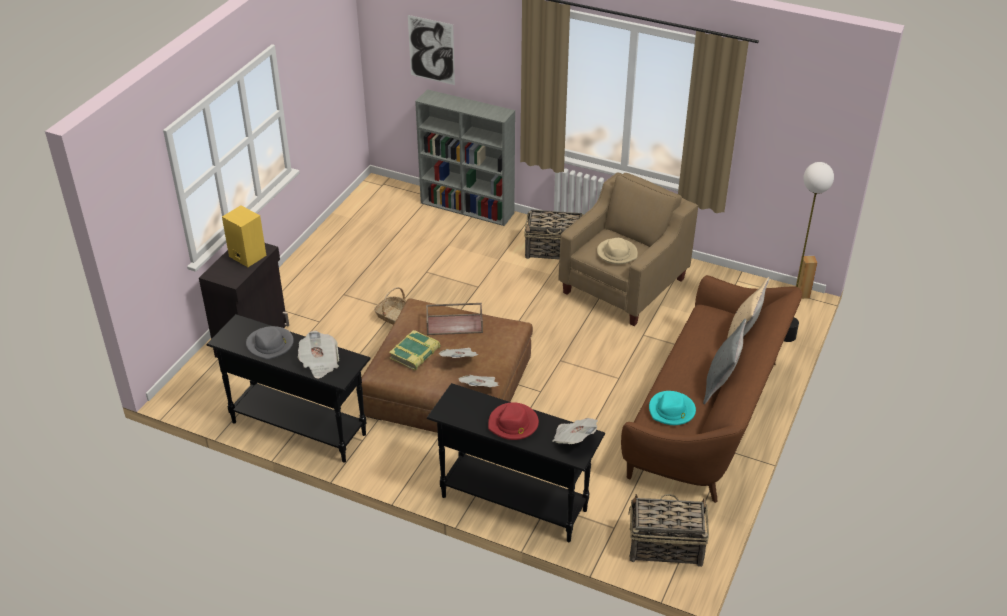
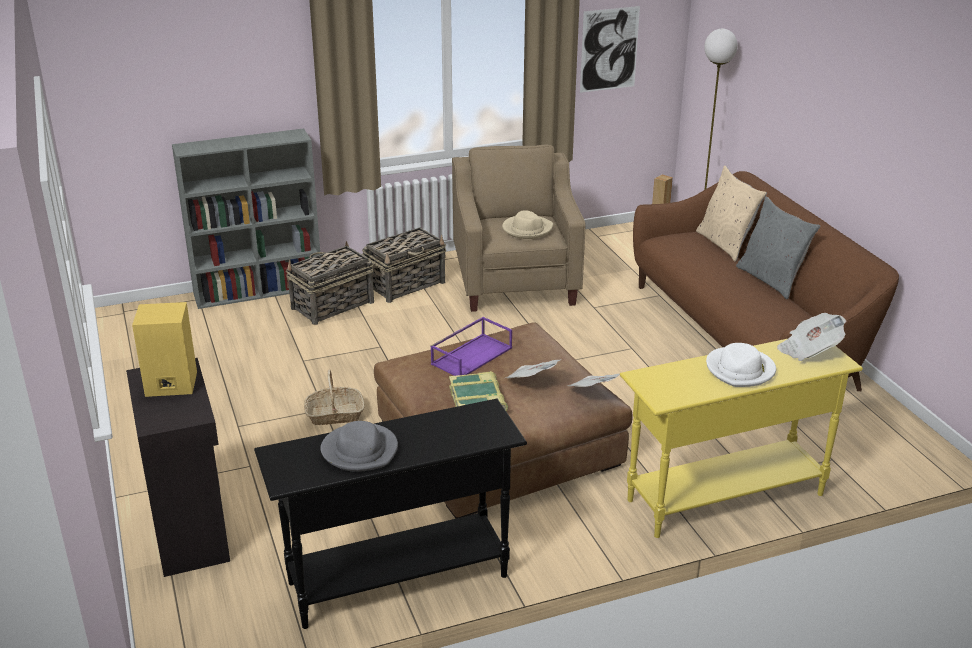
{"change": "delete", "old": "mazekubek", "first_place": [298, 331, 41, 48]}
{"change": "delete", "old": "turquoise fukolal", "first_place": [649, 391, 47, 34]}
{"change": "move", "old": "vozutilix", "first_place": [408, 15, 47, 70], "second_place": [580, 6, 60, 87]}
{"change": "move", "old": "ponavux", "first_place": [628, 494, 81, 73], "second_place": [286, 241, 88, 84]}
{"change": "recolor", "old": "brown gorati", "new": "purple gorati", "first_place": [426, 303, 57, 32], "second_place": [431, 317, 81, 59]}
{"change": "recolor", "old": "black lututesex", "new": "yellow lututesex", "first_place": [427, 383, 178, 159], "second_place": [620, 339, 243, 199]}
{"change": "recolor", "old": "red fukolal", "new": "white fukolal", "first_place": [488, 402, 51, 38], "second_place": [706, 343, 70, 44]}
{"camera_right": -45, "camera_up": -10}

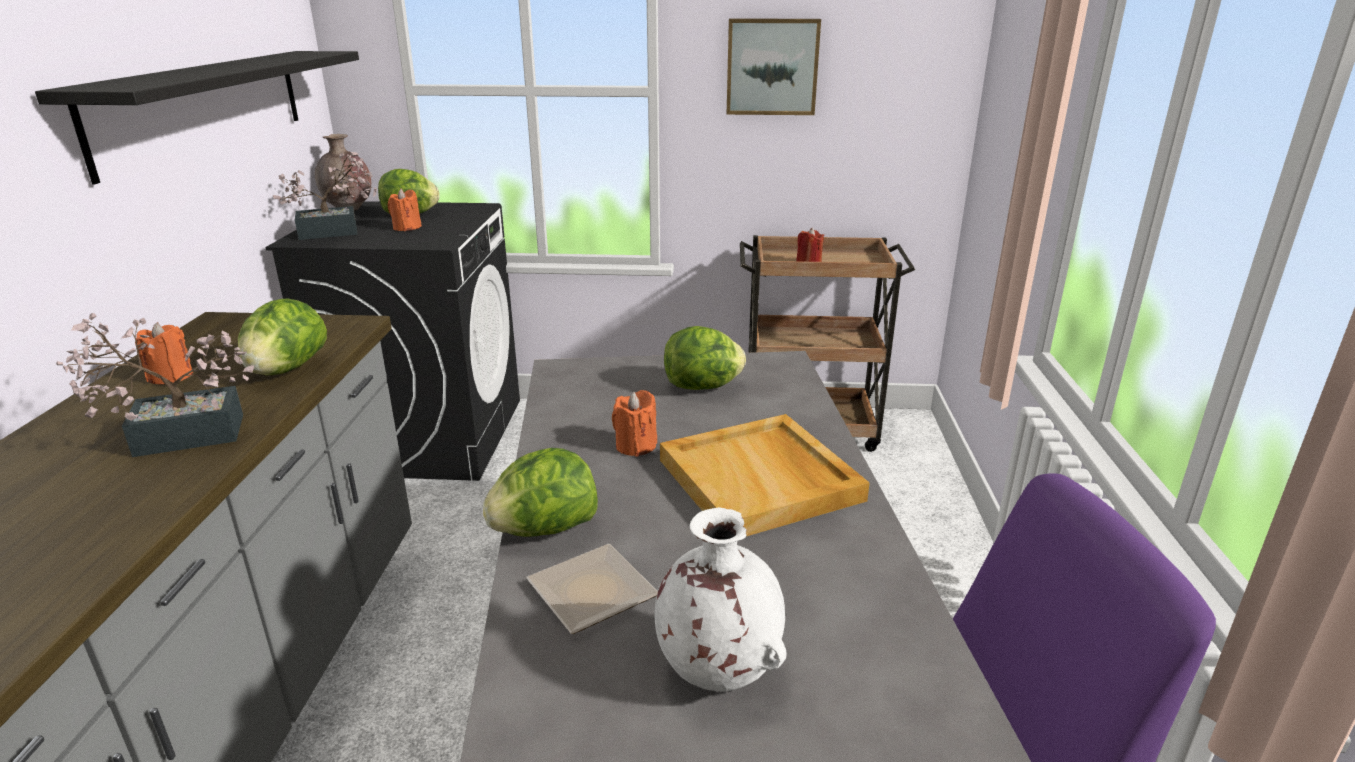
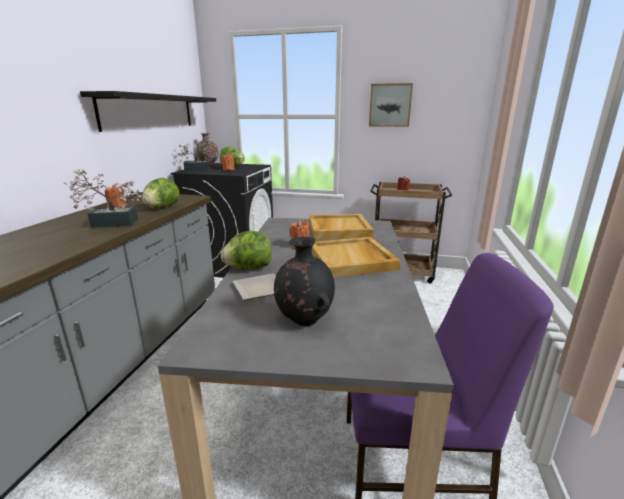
{"change": "replace", "old": "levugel", "new": "beige gorati", "first_place": [664, 326, 82, 64], "second_place": [309, 214, 65, 25]}
{"change": "recolor", "old": "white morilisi", "new": "black morilisi", "first_place": [654, 507, 133, 185], "second_place": [274, 237, 61, 89]}
{"camera_right": 10, "camera_up": -5}

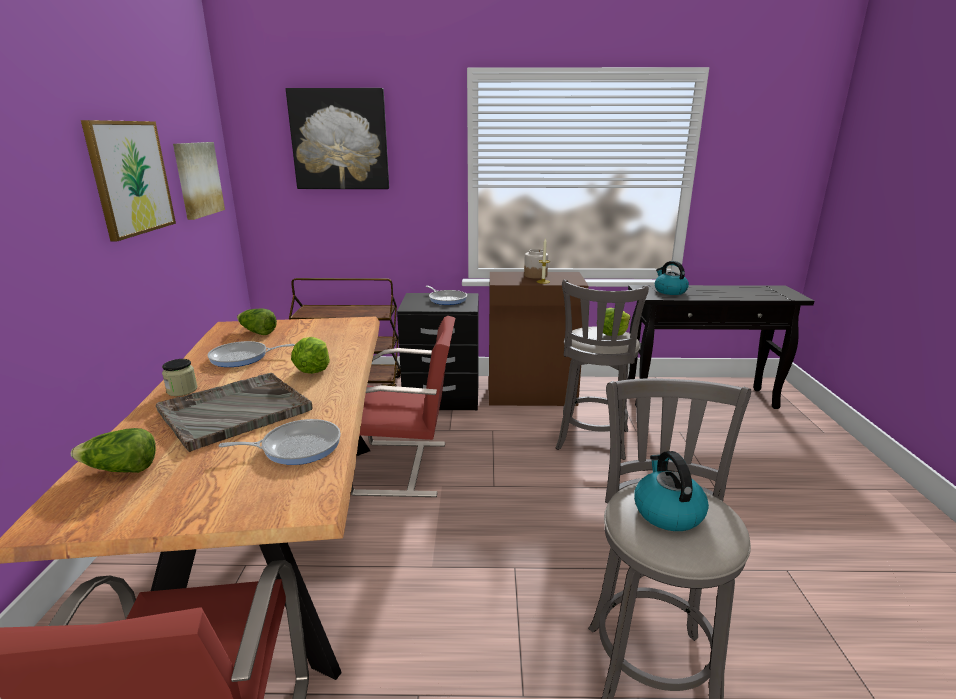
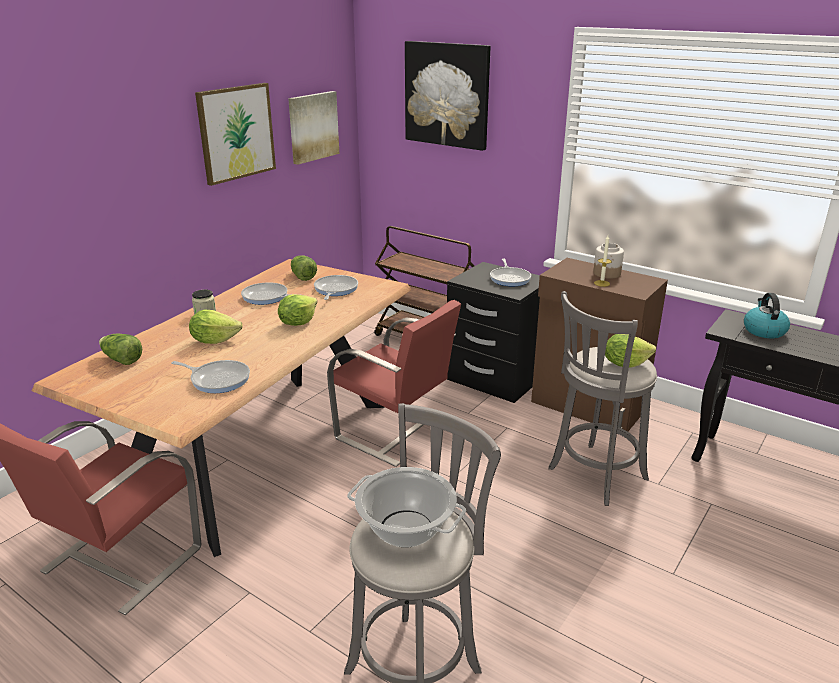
{"change": "insert", "new": "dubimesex", "second_place": [314, 275, 44, 25]}
{"change": "replace", "old": "grey gorati", "new": "levugel", "first_place": [156, 373, 156, 79], "second_place": [189, 310, 54, 34]}
{"change": "replace", "old": "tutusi", "new": "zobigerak", "first_place": [634, 451, 75, 80], "second_place": [347, 467, 119, 80]}
{"camera_right": 35, "camera_up": 5}

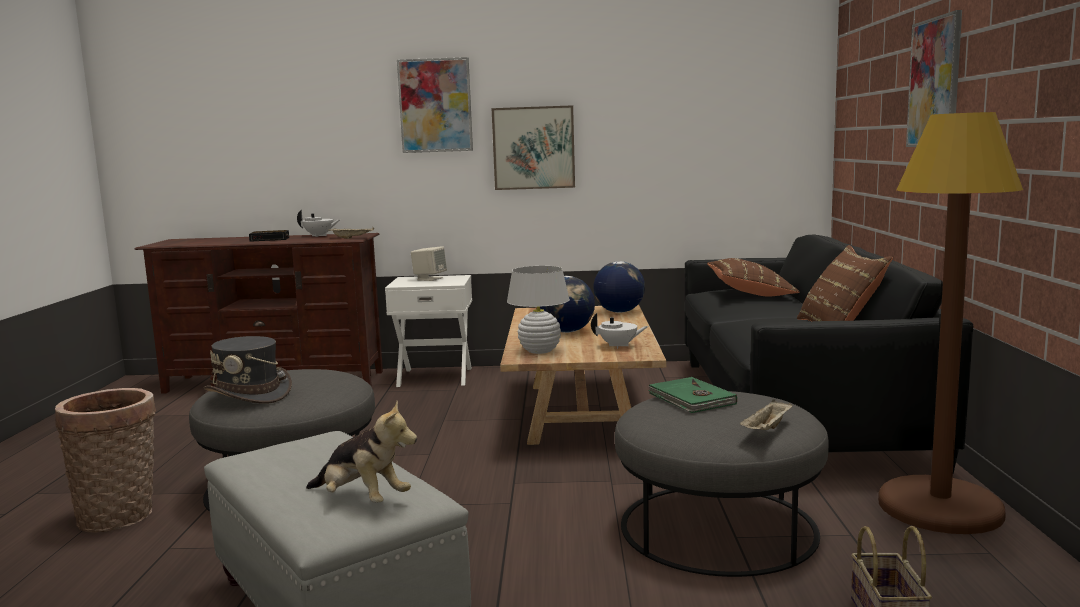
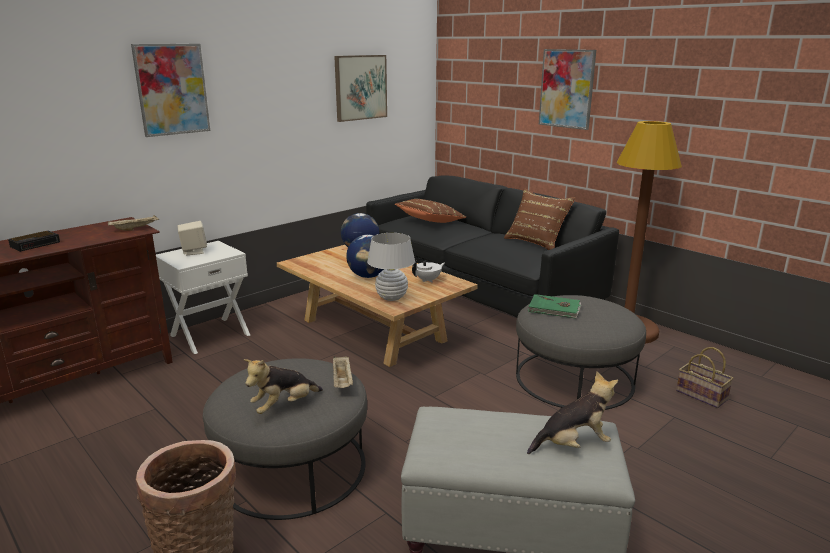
{"change": "delete", "old": "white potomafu", "first_place": [297, 210, 43, 27]}
{"change": "move", "old": "vozutilix", "first_place": [492, 105, 83, 85], "second_place": [334, 55, 53, 67]}
{"change": "move", "old": "beige gorati", "first_place": [740, 399, 53, 31], "second_place": [333, 356, 20, 32]}
{"change": "replace", "old": "grey fukolal", "new": "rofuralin", "first_place": [204, 336, 88, 67], "second_place": [244, 359, 79, 55]}
{"camera_right": -45, "camera_up": 10}

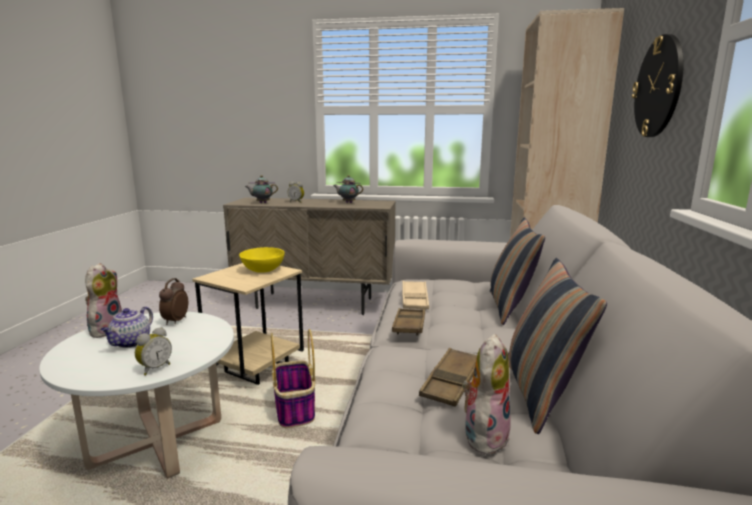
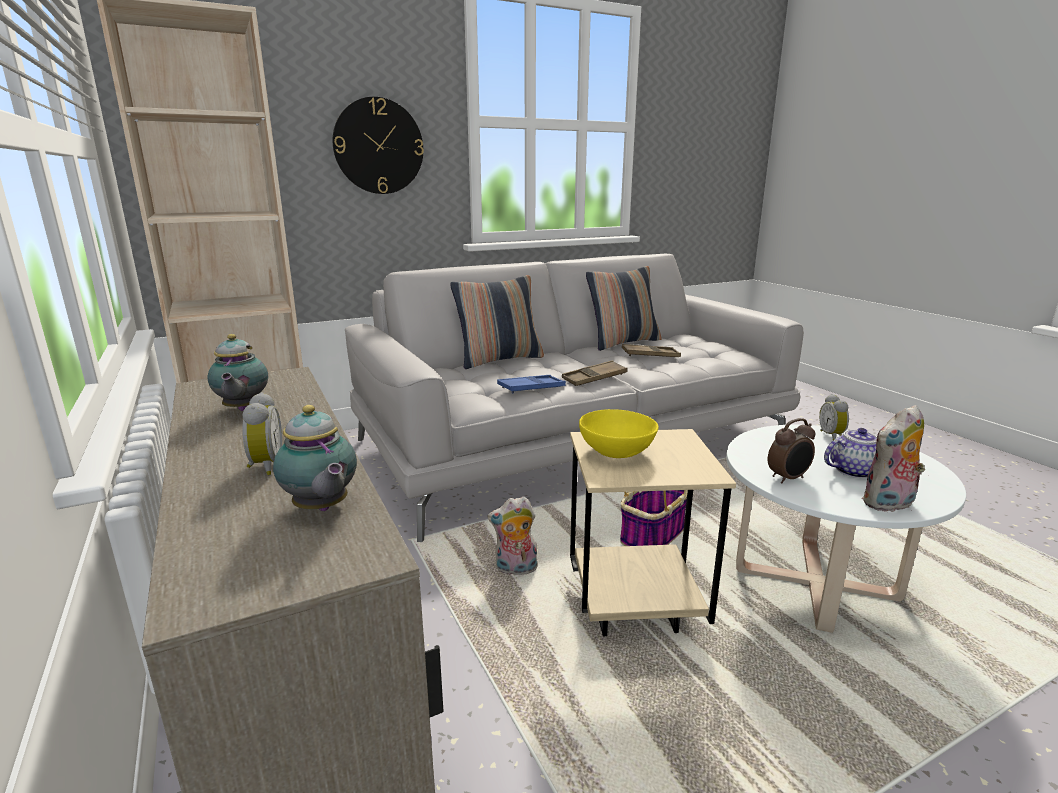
{"change": "move", "old": "rofuralin", "first_place": [462, 334, 49, 120], "second_place": [487, 496, 51, 79]}
{"change": "recolor", "old": "beige gorati", "new": "blue gorati", "first_place": [402, 281, 27, 28], "second_place": [497, 375, 69, 18]}
{"change": "rotate", "old": "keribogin", "first_place": [135, 327, 37, 48], "second_place": [819, 394, 30, 46], "degrees": -90}
{"camera_right": -125, "camera_up": 5}

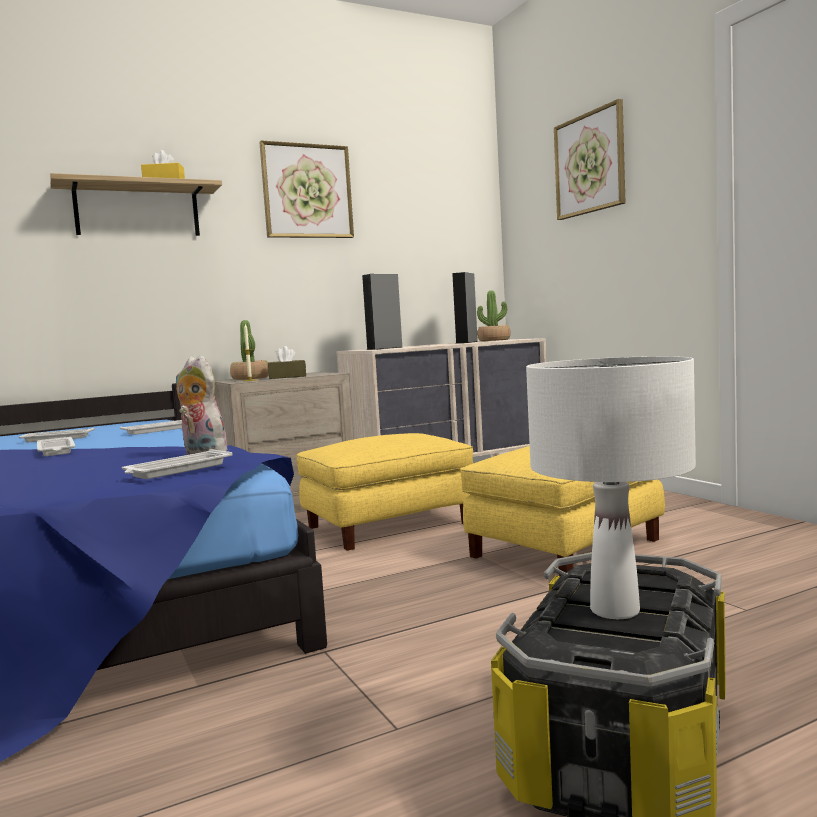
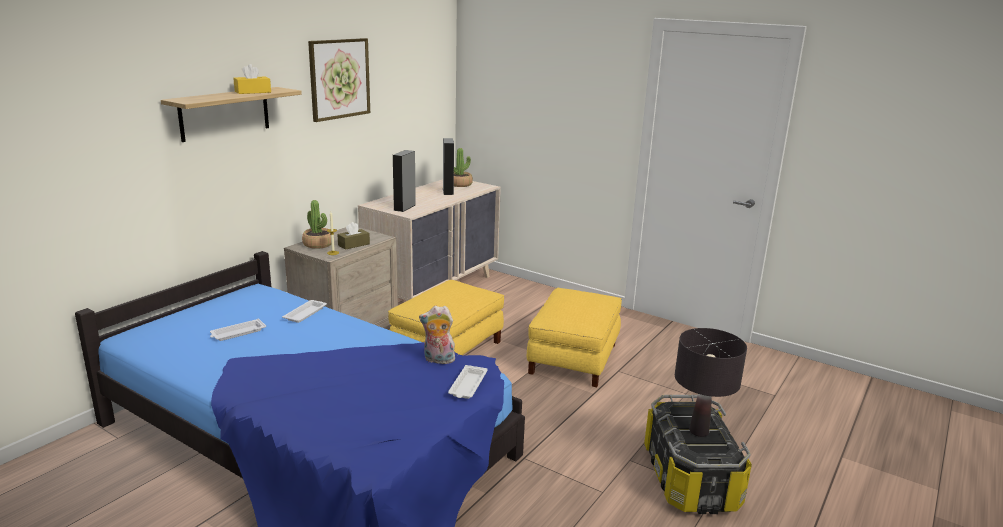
{"change": "delete", "old": "white gorati", "first_place": [37, 437, 38, 19]}
{"change": "delete", "old": "vozutilix", "first_place": [554, 99, 72, 121]}
{"change": "recolor", "old": "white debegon", "new": "black debegon", "first_place": [526, 356, 170, 263], "second_place": [675, 328, 72, 109]}
{"camera_right": -30, "camera_up": 15}

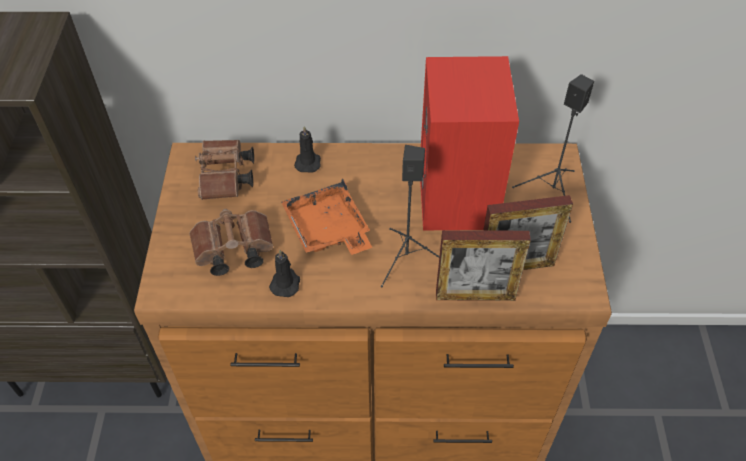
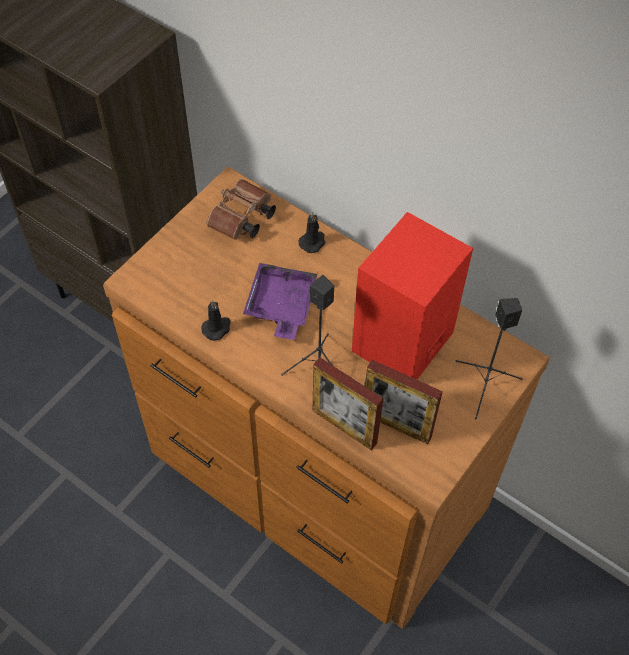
{"change": "delete", "old": "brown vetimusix", "first_place": [189, 209, 84, 67]}
{"change": "recolor", "old": "orange gorati", "new": "purple gorati", "first_place": [281, 178, 91, 77], "second_place": [243, 263, 75, 77]}
{"camera_right": 35, "camera_up": 5}

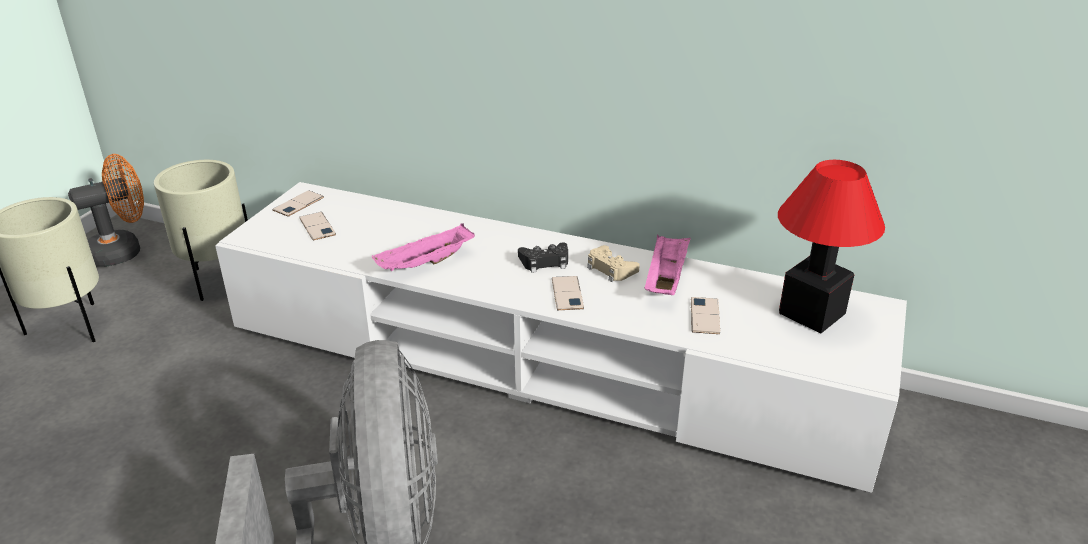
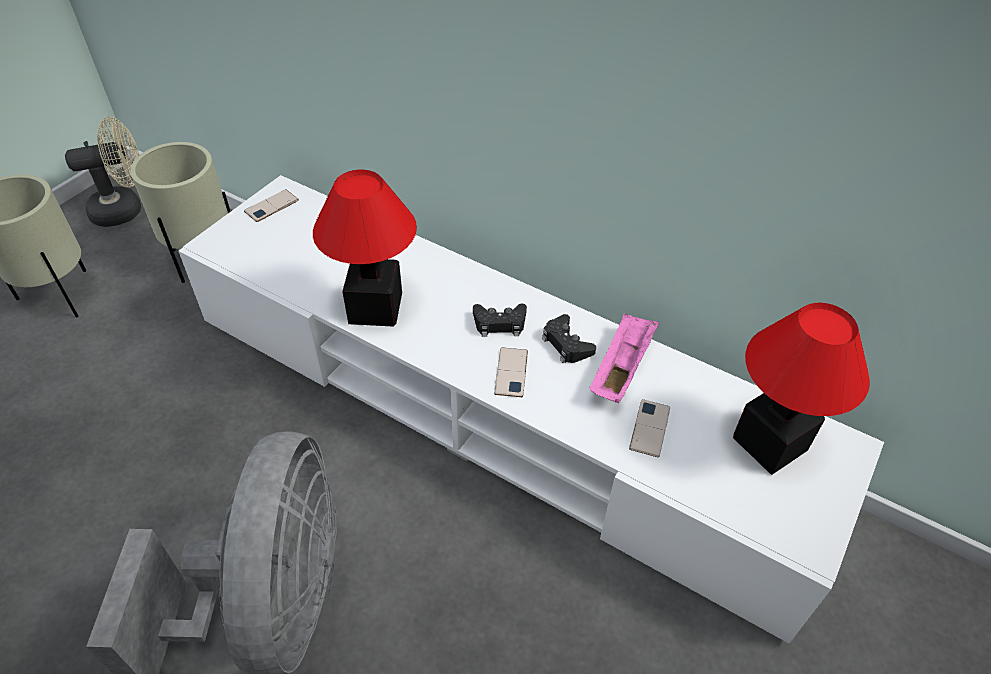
{"change": "delete", "old": "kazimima", "first_place": [299, 212, 37, 29]}
{"change": "replace", "old": "pink gorati", "new": "debegon", "first_place": [372, 223, 103, 48], "second_place": [313, 169, 104, 158]}
{"change": "recolor", "old": "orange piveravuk", "new": "beige piveravuk", "first_place": [68, 154, 76, 113], "second_place": [65, 117, 76, 110]}
{"change": "recolor", "old": "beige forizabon", "new": "black forizabon", "first_place": [587, 245, 53, 37], "second_place": [542, 314, 54, 49]}
{"camera_right": 10, "camera_up": 15}

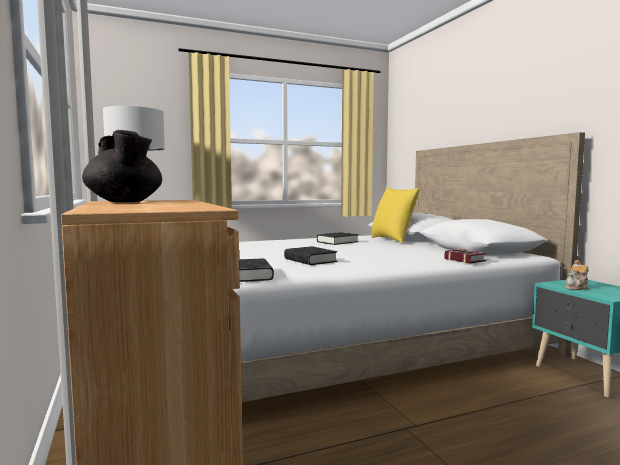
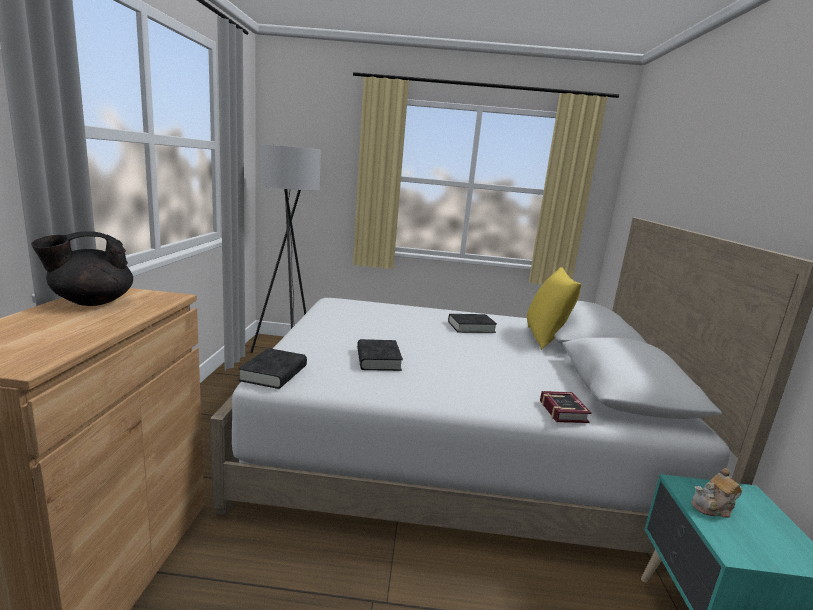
{"change": "rotate", "old": "black potomafu", "first_place": [82, 130, 80, 72], "second_place": [31, 231, 102, 75], "degrees": 60}
{"camera_right": 25, "camera_up": 10}

